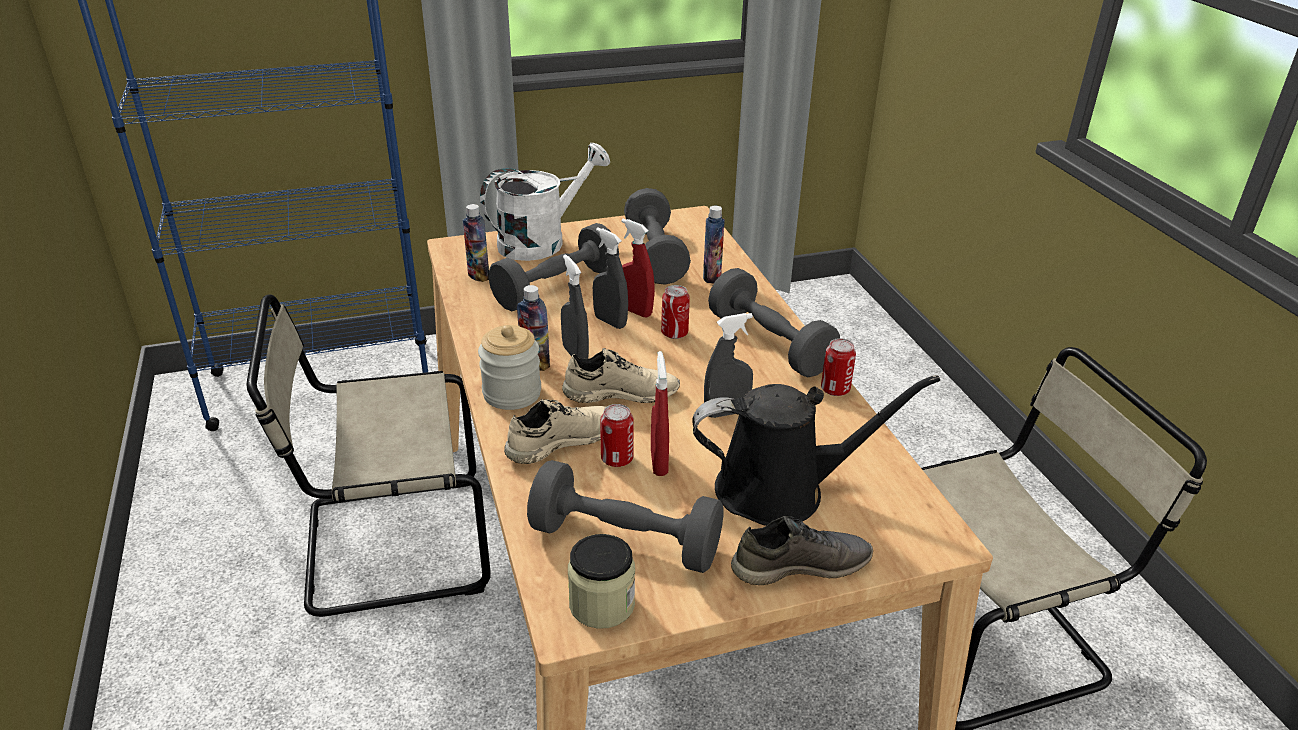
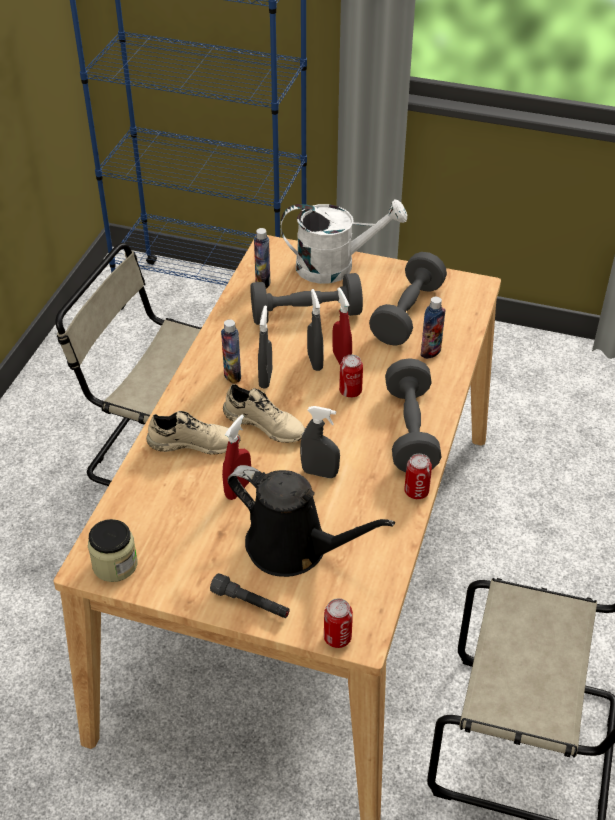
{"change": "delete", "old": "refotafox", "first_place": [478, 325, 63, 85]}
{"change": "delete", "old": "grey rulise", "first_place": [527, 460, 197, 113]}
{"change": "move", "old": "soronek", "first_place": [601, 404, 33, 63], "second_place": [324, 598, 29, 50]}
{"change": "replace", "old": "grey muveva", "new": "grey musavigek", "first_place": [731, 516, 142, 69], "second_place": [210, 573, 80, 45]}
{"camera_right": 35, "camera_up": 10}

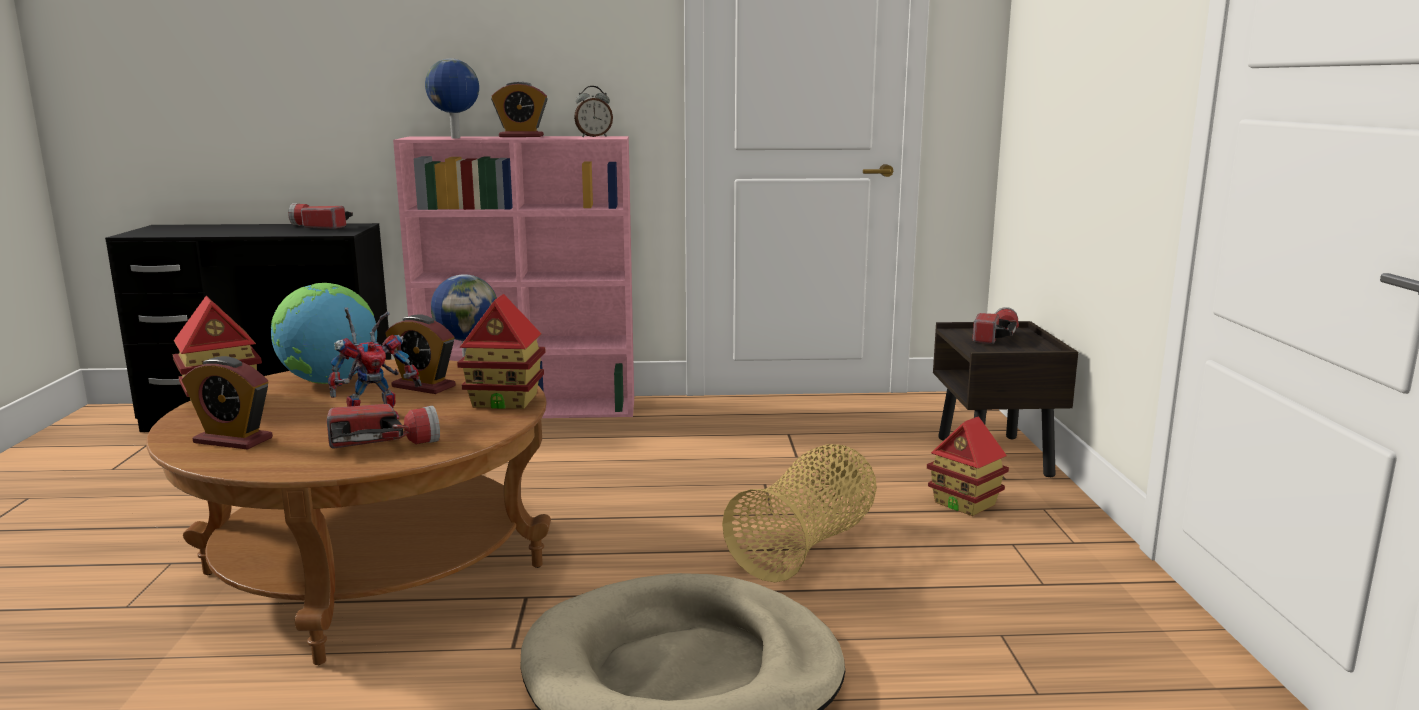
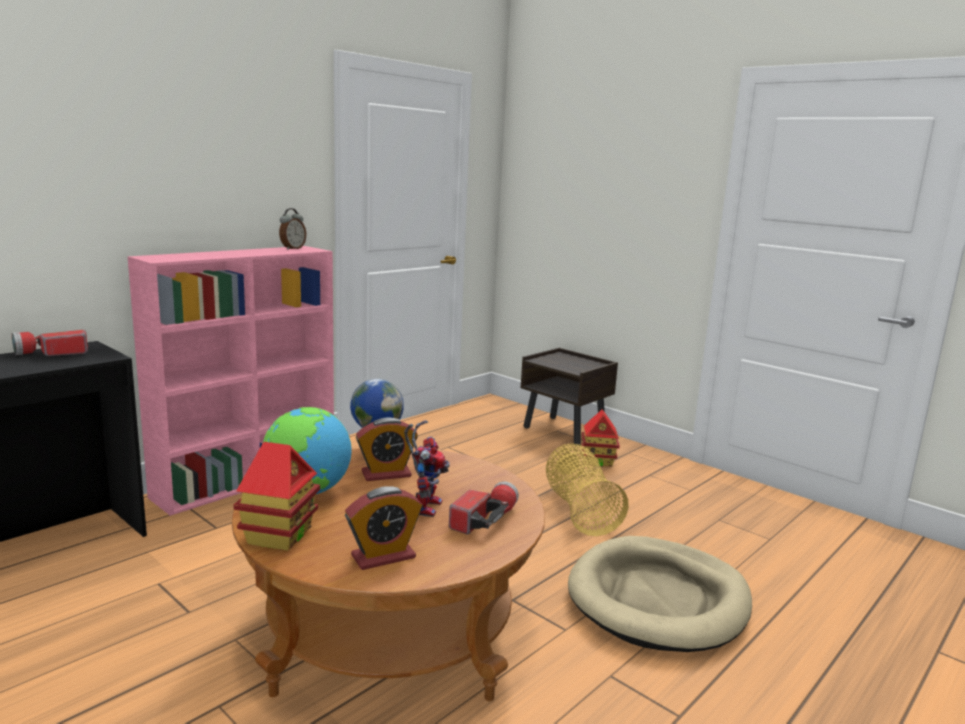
{"change": "delete", "old": "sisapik", "first_place": [425, 59, 54, 79]}
{"change": "delete", "old": "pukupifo", "first_place": [457, 294, 89, 115]}
{"change": "delete", "old": "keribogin", "first_place": [491, 81, 57, 56]}
{"change": "delete", "old": "musavigek", "first_place": [973, 307, 46, 37]}
{"camera_right": -45, "camera_up": 0}

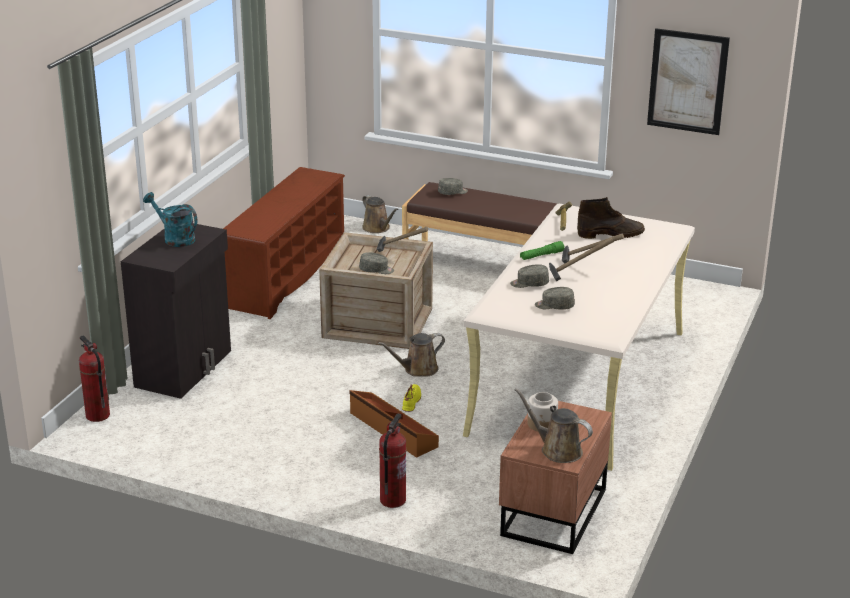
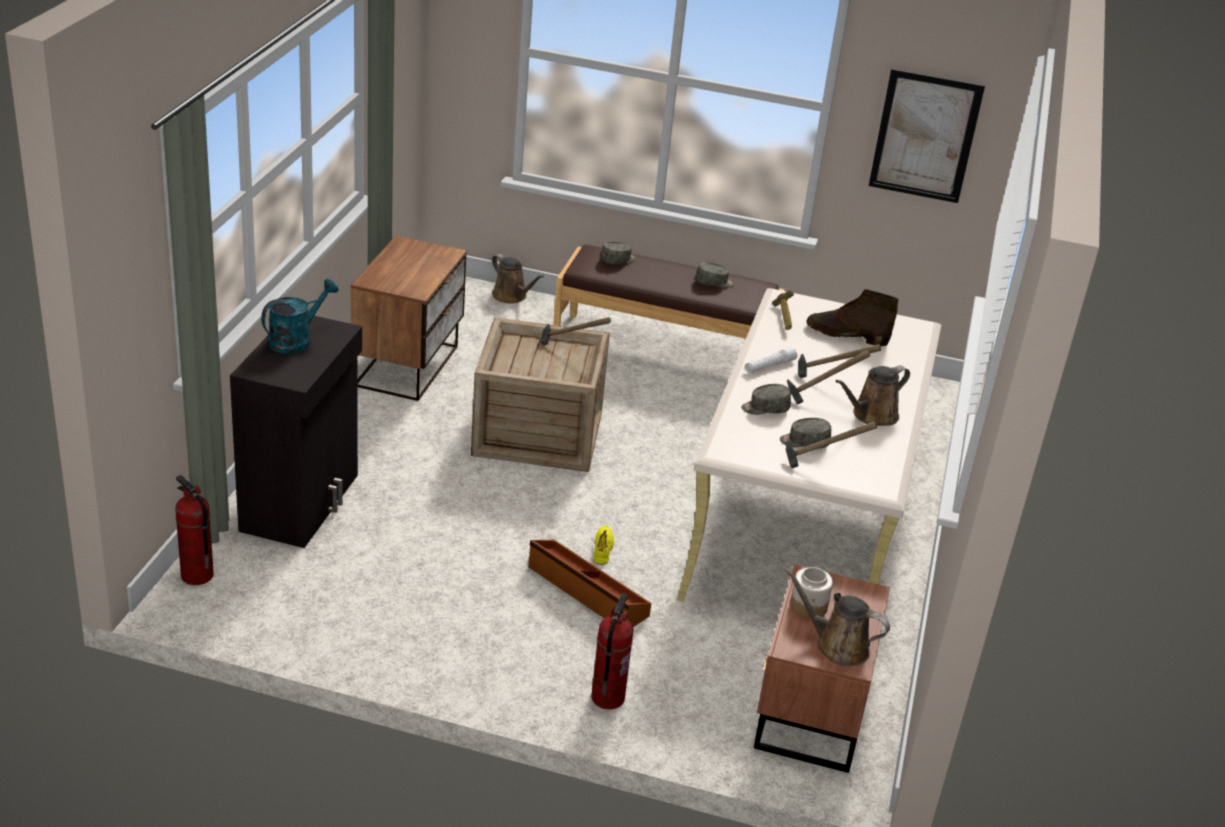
{"change": "insert", "new": "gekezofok", "second_place": [786, 421, 91, 47]}
{"change": "move", "old": "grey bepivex", "first_place": [359, 252, 35, 22], "second_place": [695, 262, 40, 26]}
{"change": "move", "old": "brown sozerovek", "first_place": [378, 333, 67, 44], "second_place": [836, 366, 74, 60]}
{"change": "replace", "old": "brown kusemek", "new": "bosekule", "first_place": [223, 167, 122, 152], "second_place": [351, 236, 116, 165]}
{"change": "recolor", "old": "green musavigek", "new": "white musavigek", "first_place": [520, 241, 45, 19], "second_place": [745, 347, 52, 26]}
{"change": "rotate", "old": "turquoise sozerovek", "first_place": [143, 192, 54, 55], "second_place": [261, 279, 78, 75], "degrees": 105}
{"change": "rotate", "old": "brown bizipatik", "first_place": [577, 197, 68, 42], "second_place": [807, 289, 92, 57], "degrees": -150}
{"camera_right": -10, "camera_up": 5}

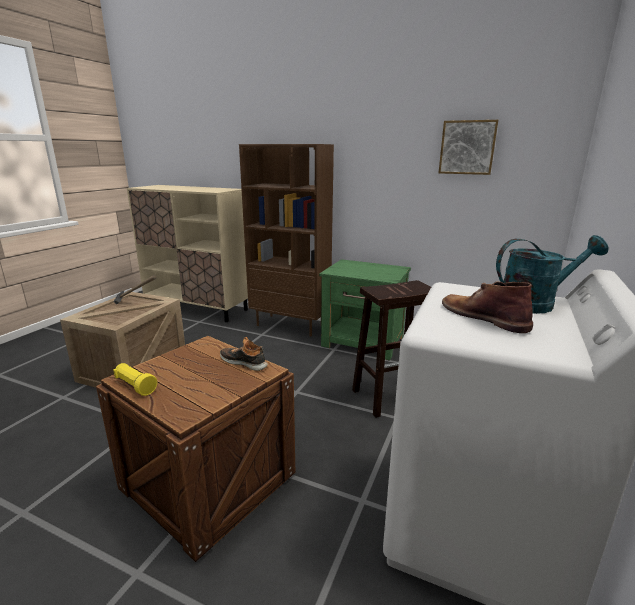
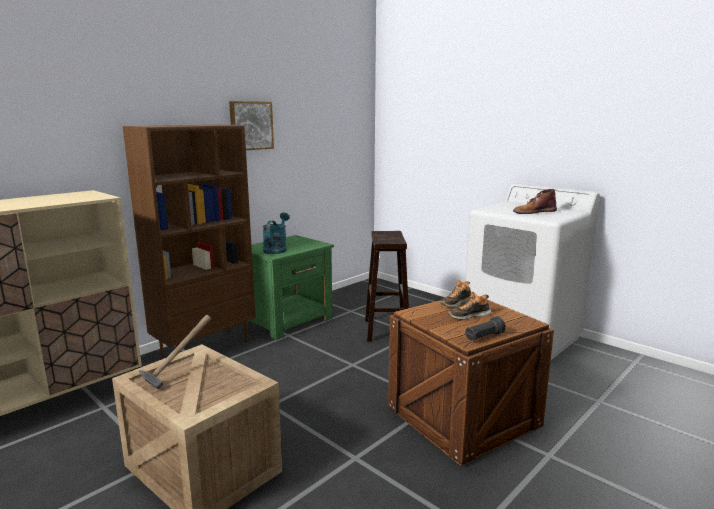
{"change": "insert", "new": "muveva", "second_place": [448, 292, 43, 28]}
{"change": "move", "old": "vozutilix", "first_place": [439, 120, 60, 55], "second_place": [229, 101, 45, 49]}
{"change": "move", "old": "turquoise sozerovek", "first_place": [496, 235, 112, 79], "second_place": [263, 213, 27, 41]}
{"change": "recolor", "old": "yellow musavigek", "new": "black musavigek", "first_place": [113, 363, 44, 33], "second_place": [465, 316, 41, 25]}
{"camera_right": -70, "camera_up": -5}

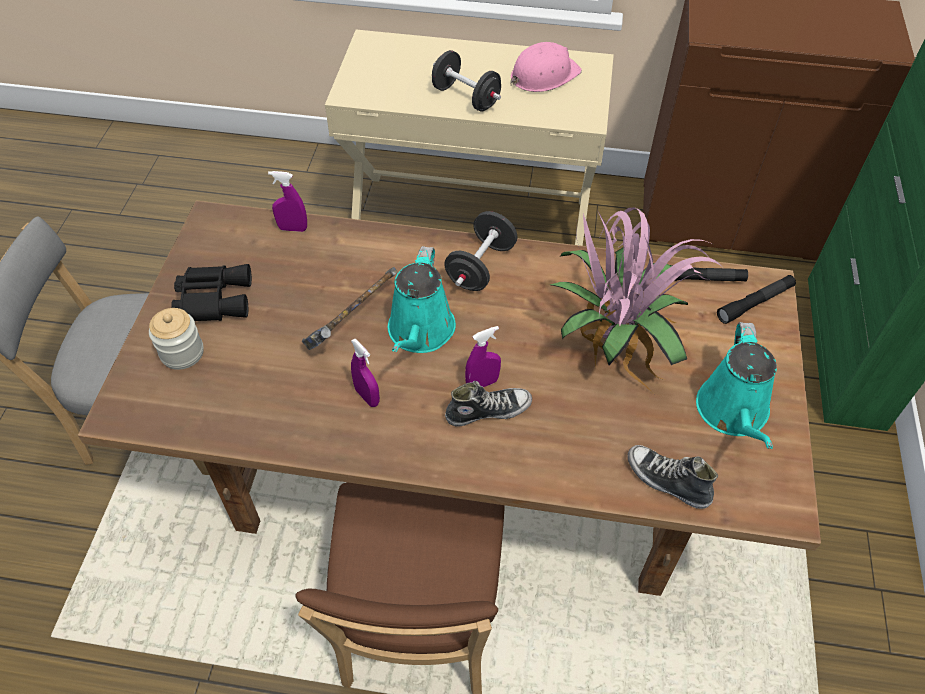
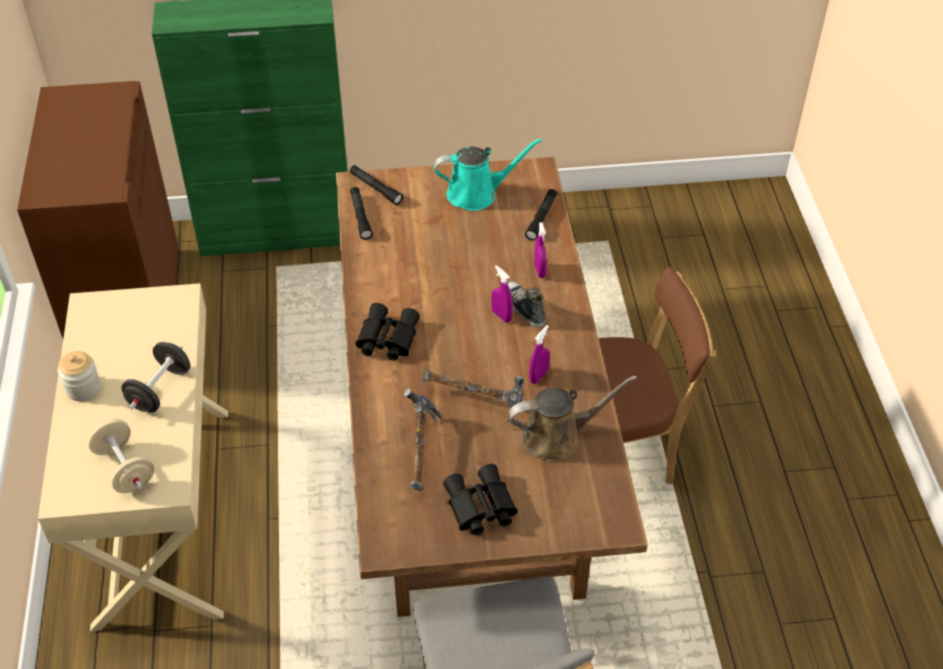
{"change": "delete", "old": "turquoise sozerovek", "first_place": [388, 246, 68, 107]}
{"change": "delete", "old": "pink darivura", "first_place": [511, 42, 71, 50]}
{"change": "delete", "old": "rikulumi", "first_place": [550, 207, 172, 186]}
{"change": "insert", "new": "beige rulise", "second_place": [87, 419, 67, 74]}
{"change": "insert", "new": "gekezofok", "second_place": [404, 389, 39, 102]}
{"change": "insert", "new": "brown sozerovek", "second_place": [509, 375, 128, 87]}
{"change": "move", "old": "refotafox", "first_place": [149, 308, 55, 62], "second_place": [58, 351, 43, 50]}
{"change": "move", "old": "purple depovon", "first_place": [268, 171, 39, 61], "second_place": [534, 222, 13, 56]}
{"change": "replace", "old": "black rulise", "new": "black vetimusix", "first_place": [444, 211, 73, 80], "second_place": [356, 303, 64, 58]}
{"change": "replace", "old": "muveva", "new": "black musavigek", "first_place": [627, 445, 91, 64], "second_place": [525, 189, 32, 52]}
{"camera_right": -105, "camera_up": -5}

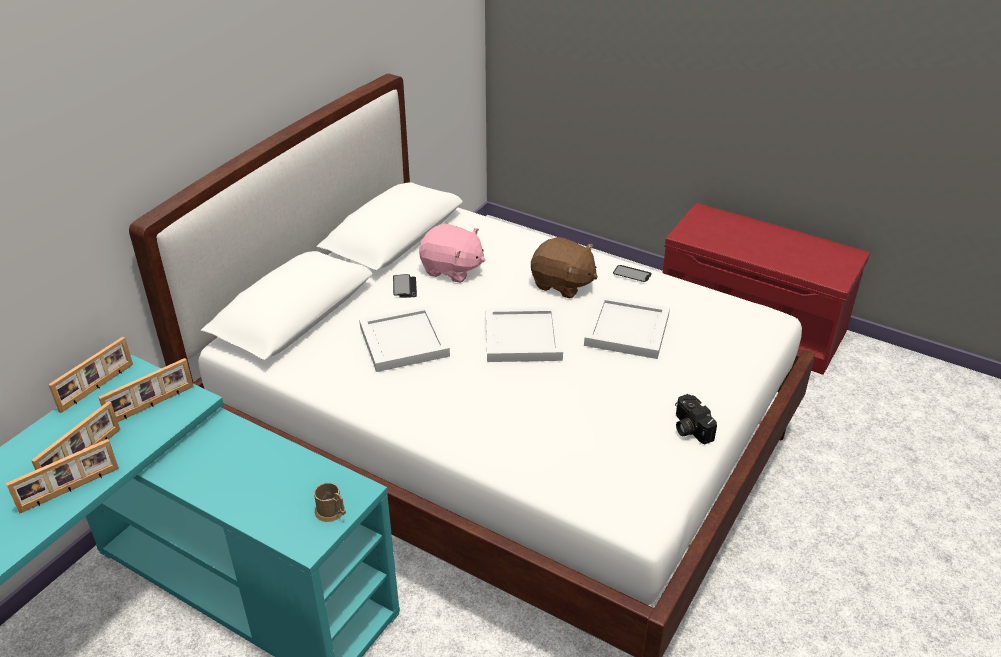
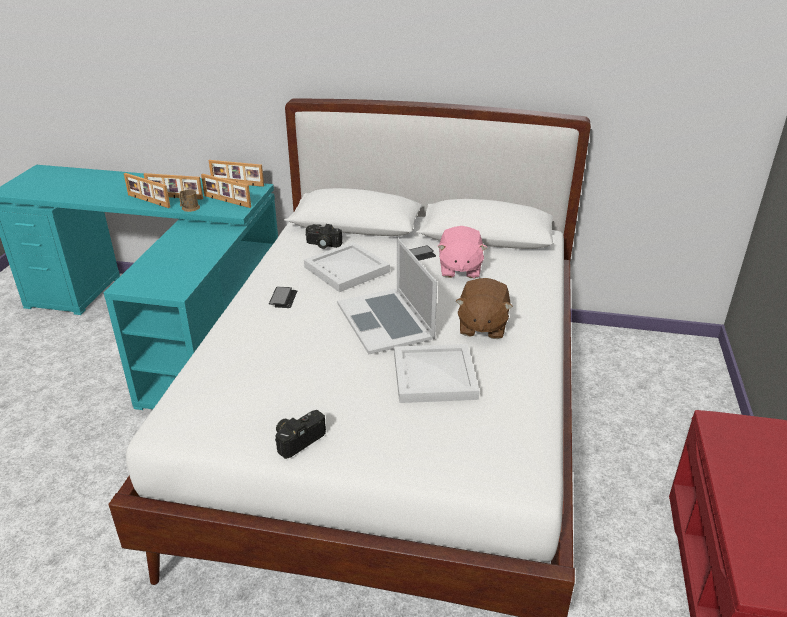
{"change": "insert", "new": "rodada", "second_place": [306, 224, 36, 25]}
{"change": "move", "old": "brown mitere", "first_place": [314, 483, 32, 39], "second_place": [179, 190, 21, 22]}
{"change": "move", "old": "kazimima", "first_place": [613, 265, 39, 17], "second_place": [269, 287, 28, 21]}
{"change": "replace", "old": "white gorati", "new": "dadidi", "first_place": [486, 307, 77, 55], "second_place": [337, 237, 100, 117]}
{"camera_right": 70, "camera_up": -5}

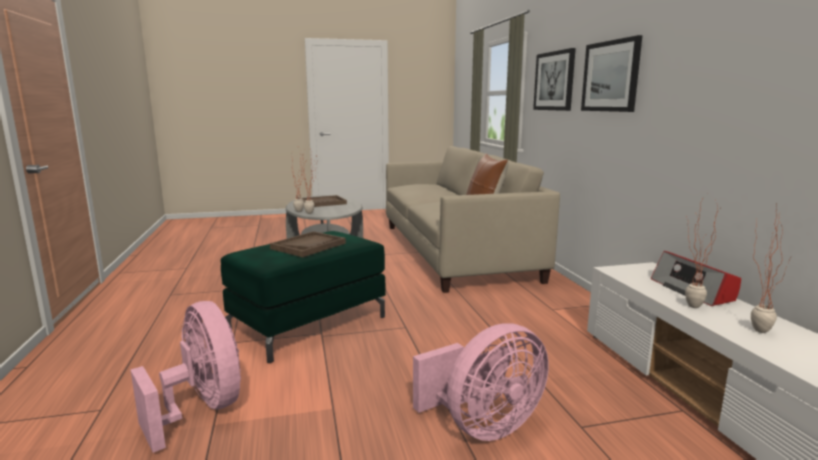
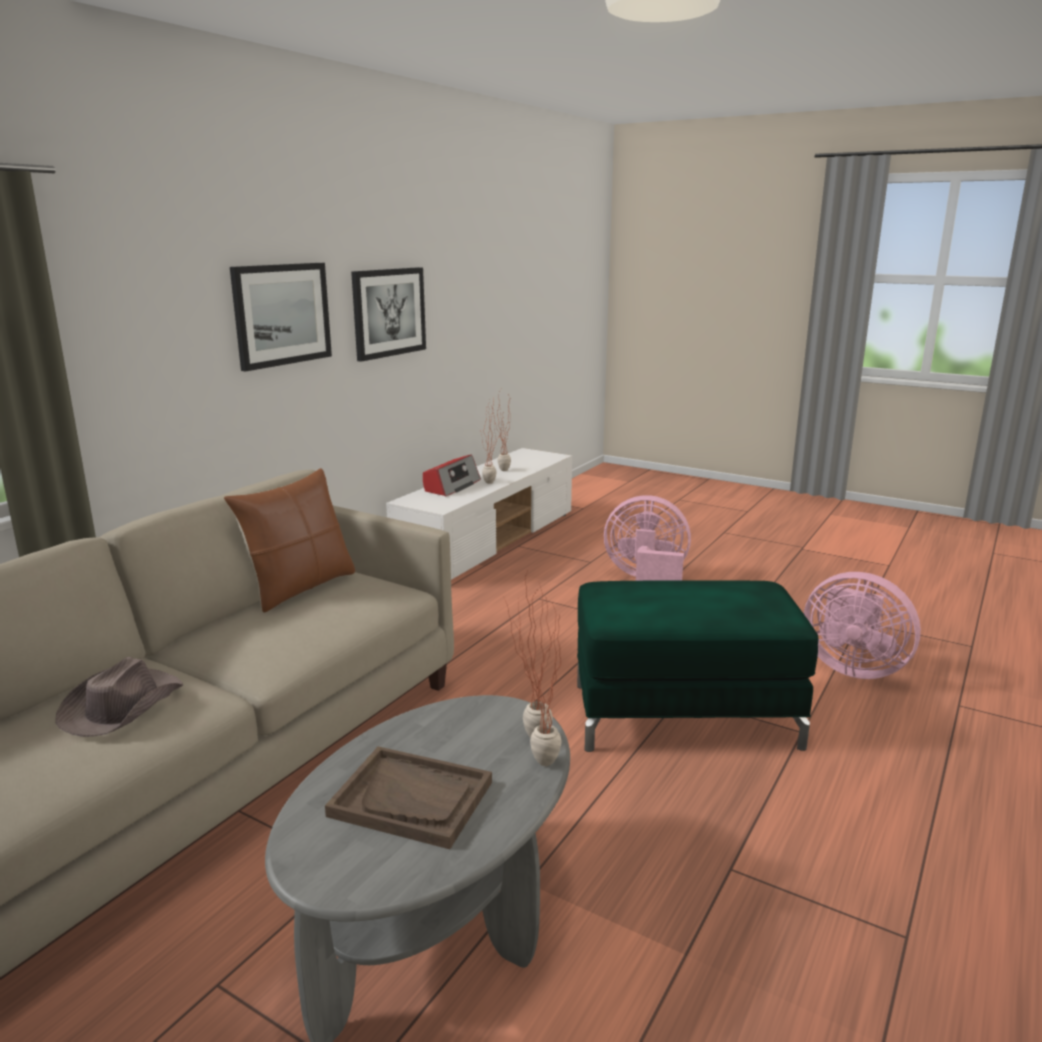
{"change": "delete", "old": "brown gorati", "first_place": [270, 231, 76, 26]}
{"change": "insert", "new": "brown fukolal", "second_place": [55, 657, 128, 80]}
{"change": "move", "old": "vozutilix", "first_place": [533, 48, 43, 63], "second_place": [351, 267, 75, 95]}
{"change": "rotate", "old": "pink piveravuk", "first_place": [131, 301, 110, 152], "second_place": [804, 572, 117, 107], "degrees": -60}
{"camera_right": -135, "camera_up": 5}

